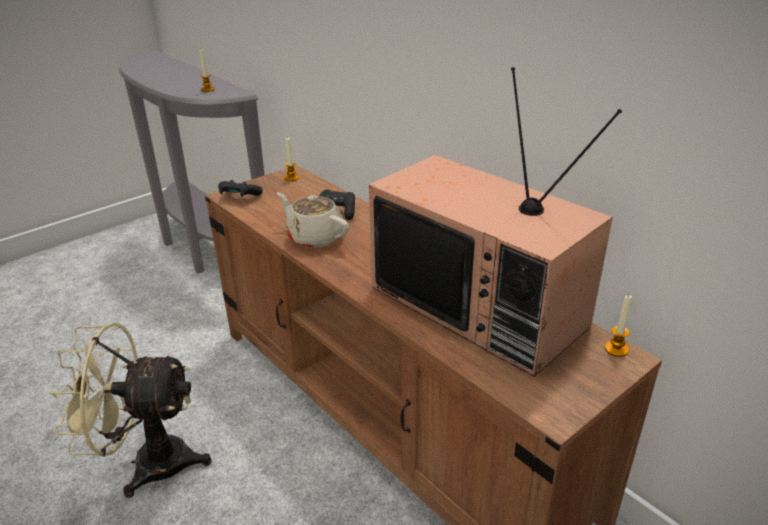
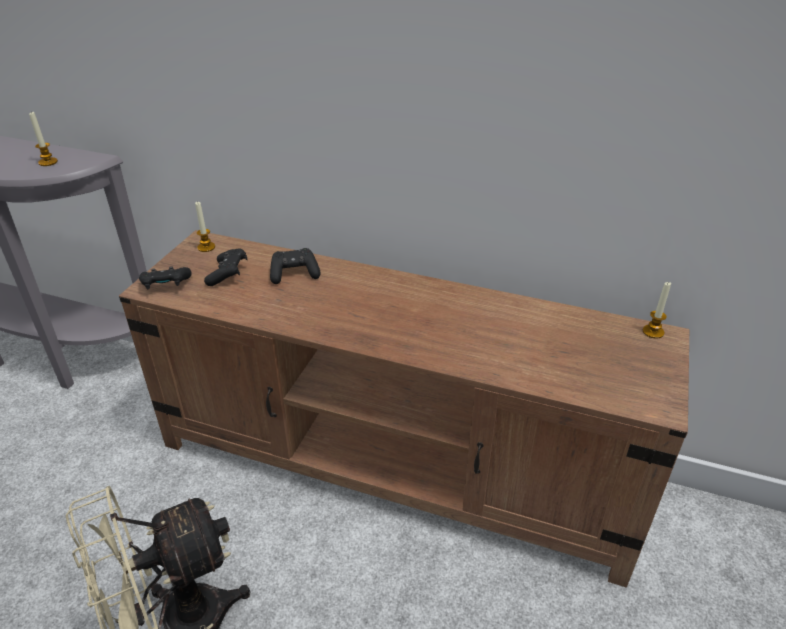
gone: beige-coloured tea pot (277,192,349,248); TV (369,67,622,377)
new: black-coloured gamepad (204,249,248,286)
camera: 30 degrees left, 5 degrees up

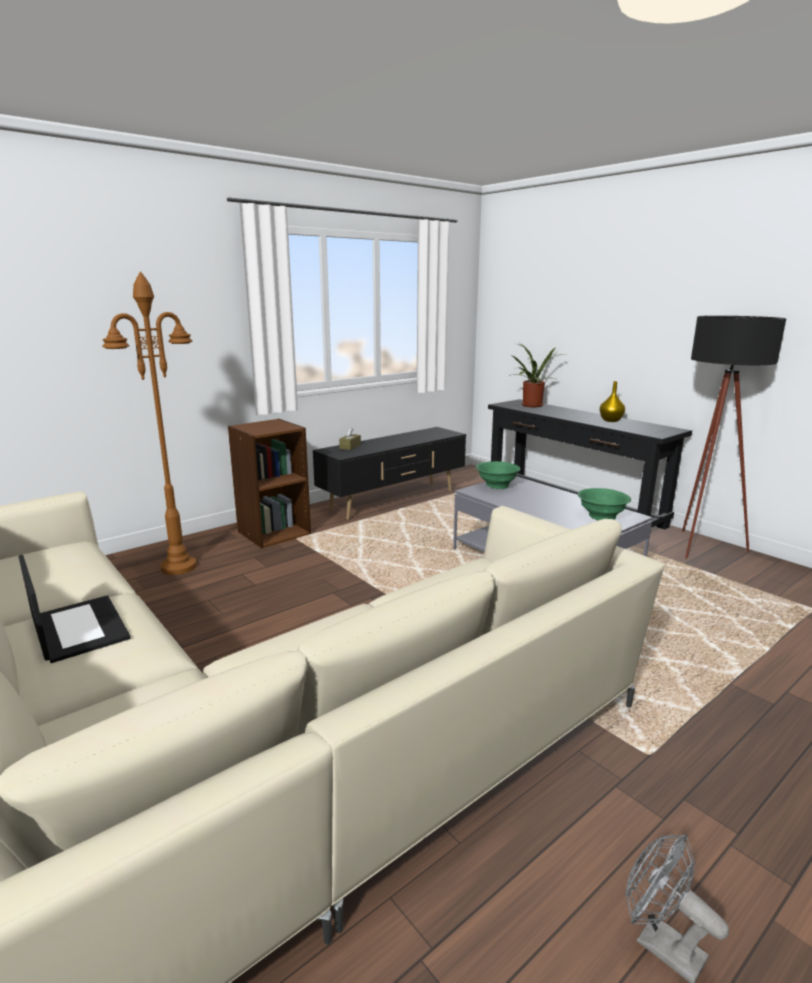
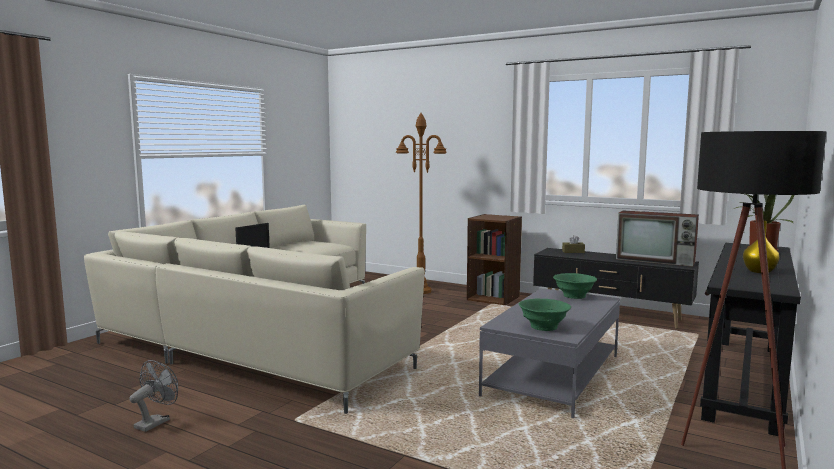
new: TV (616,210,699,267)
camera: 70 degrees right, 10 degrees down

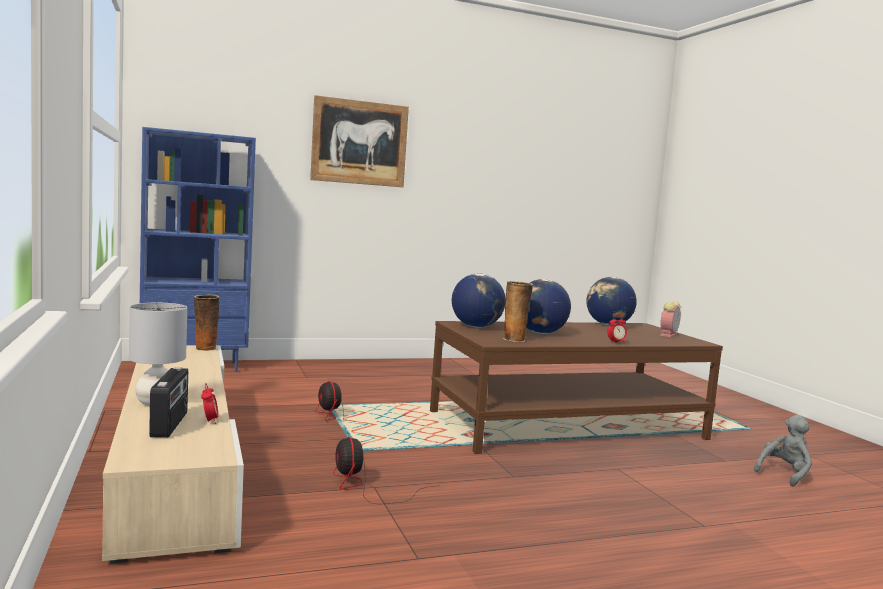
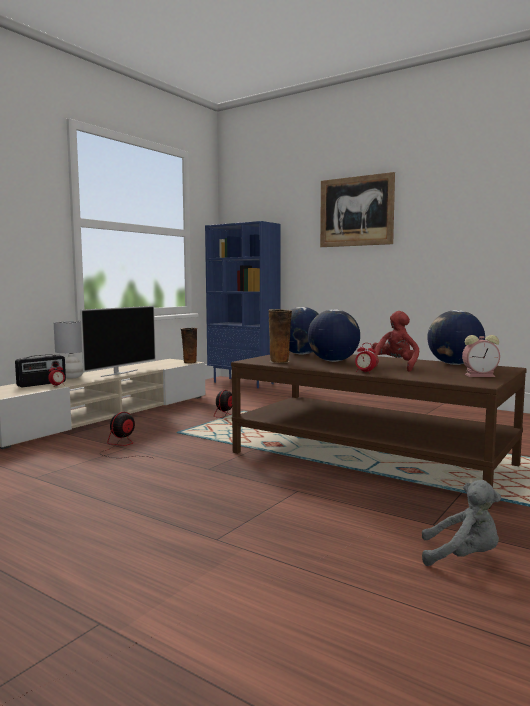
new: TV (80,306,156,377); red cuddly toy (372,311,419,372)
camera: 55 degrees right, 0 degrees up

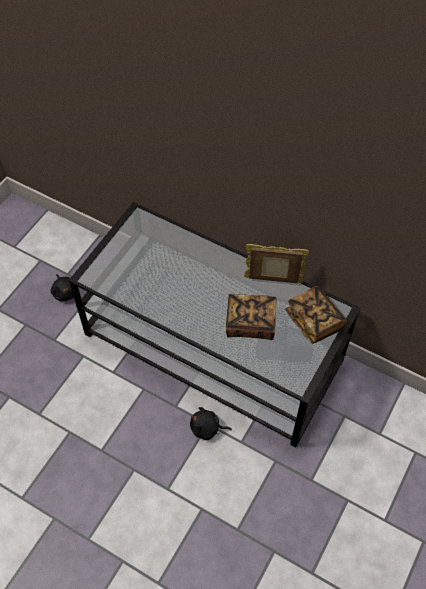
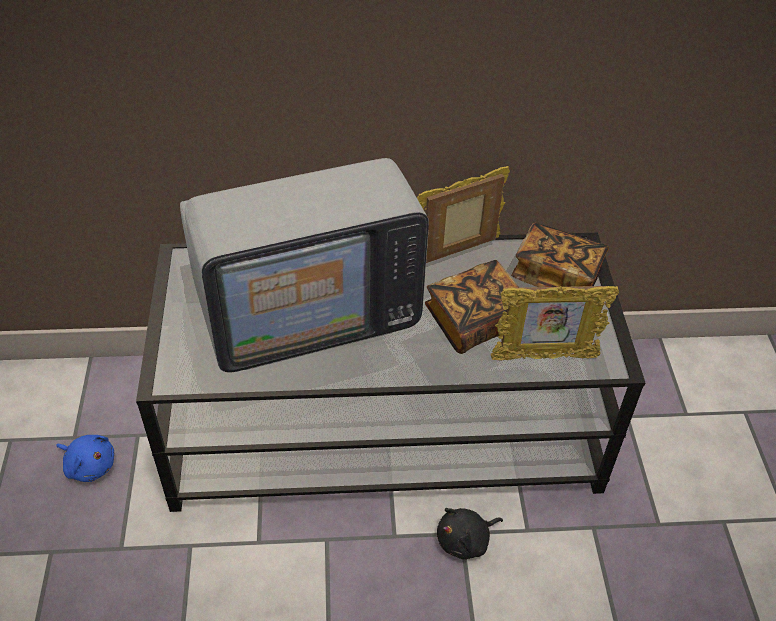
new: TV (180,158,429,373); standing frame (491,286,619,361)
repainted: black-coloured cuddly toy (50,274,74,301) to blue-coloured cuddly toy (56,435,114,482)
camera: 35 degrees left, 10 degrees down

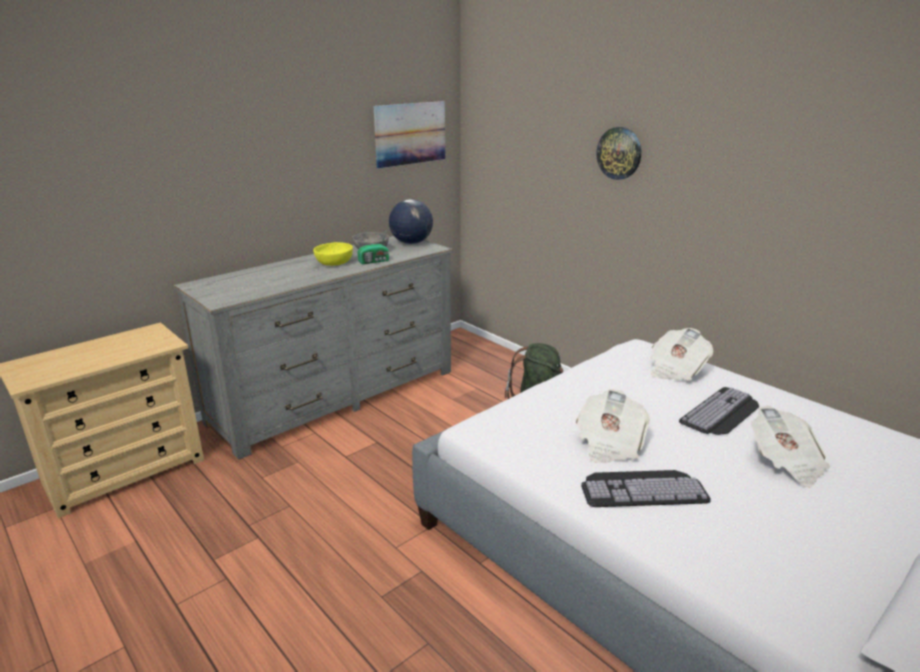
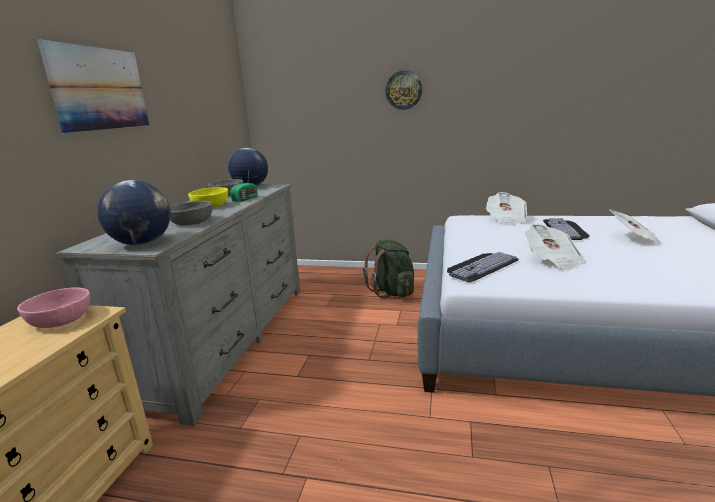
new: pinkish bowl (17,287,90,328); world globe (97,180,171,245); greyish bowl (170,201,213,226)
shifted: wall art (374,101,445,169) to (37,40,149,133); keyboard (581,470,711,507) to (447,252,519,282)
camera: 35 degrees left, 5 degrees down

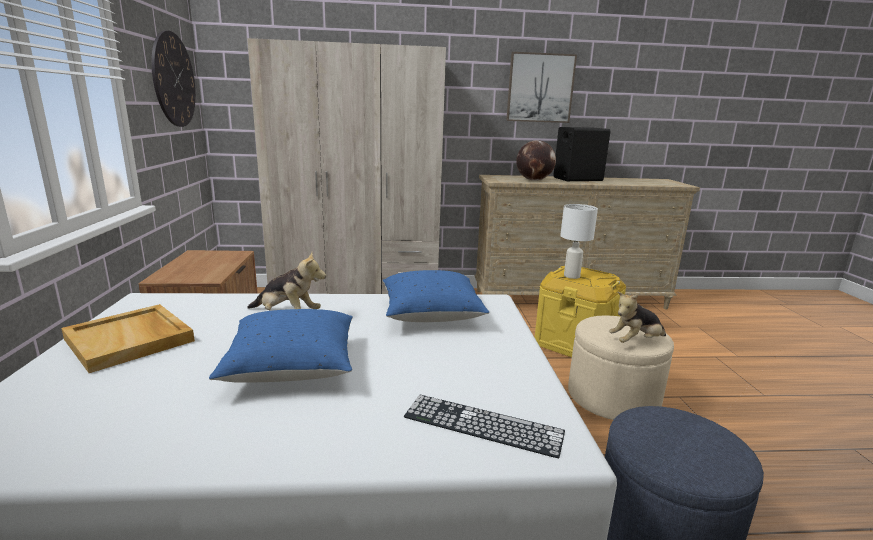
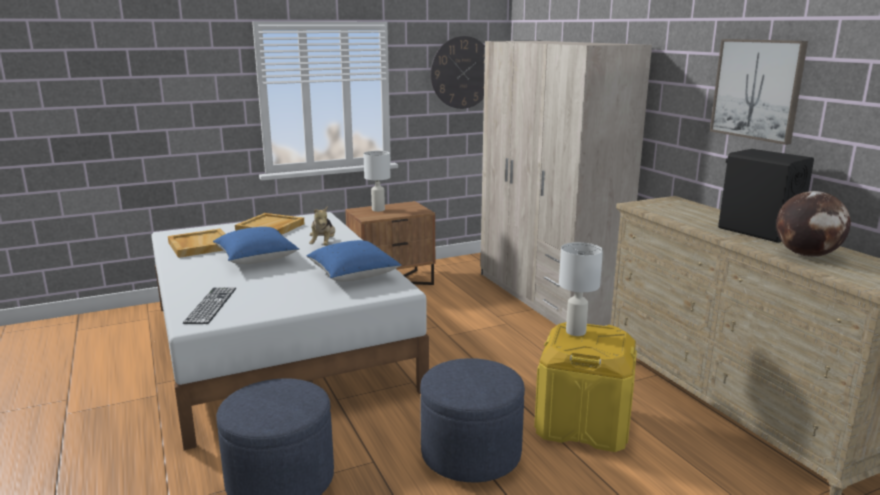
gone: cuddly toy (609,292,666,343)
new: beige-coloured tray (168,228,226,258); whitish table lamp (363,151,391,212)
shifted: world globe (516,140,556,181) to (776,191,851,257)
repainted: beige-coloured footrest (568,315,674,420) to blue-coloured footrest (420,358,525,483)
camera: 70 degrees right, 0 degrees up

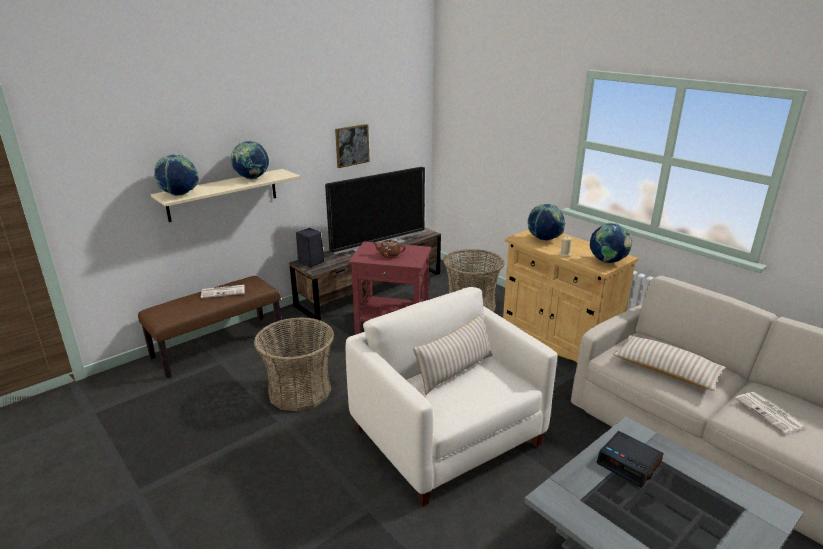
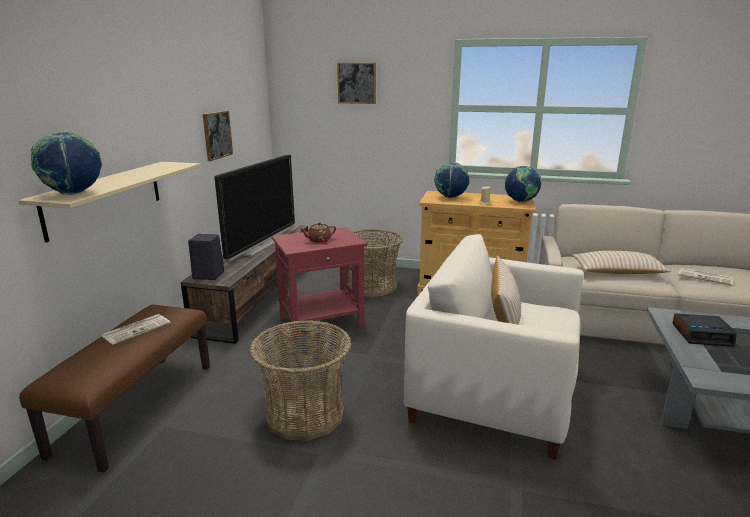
gone: world globe (230,141,269,180)
new: wall art (337,63,376,104)
camera: 35 degrees left, 5 degrees down

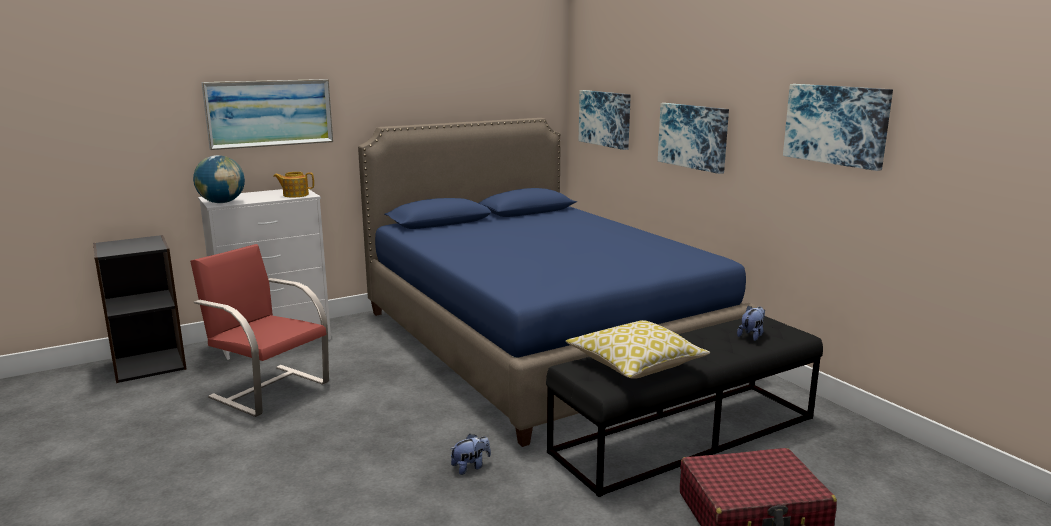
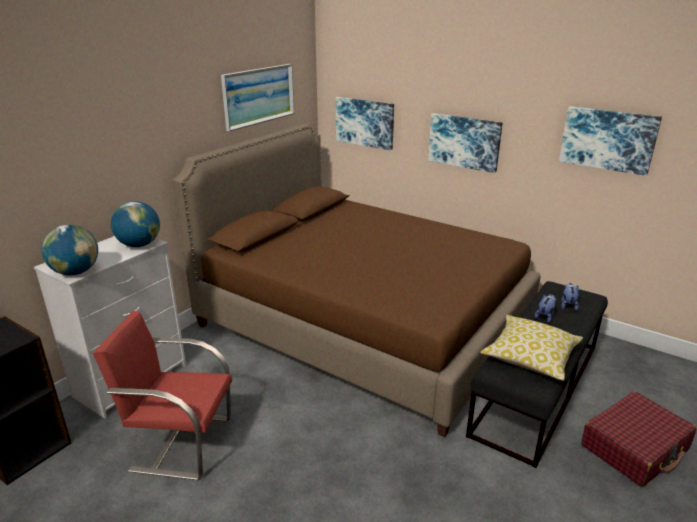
shifted: wall art (201,79,333,150) to (221,64,294,131); cuddly toy (450,434,491,475) to (535,294,556,323)
swapped: tea pot (273,172,314,197) to world globe (111,201,160,247)
repainted: blue-coloured bed (358,118,758,447) to brownish bed (173,124,540,437)
camera: 25 degrees left, 10 degrees up

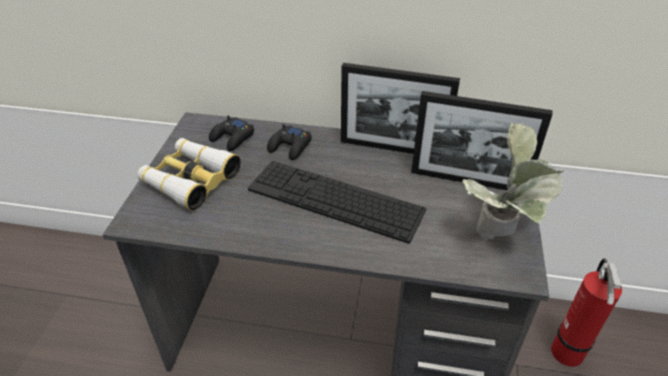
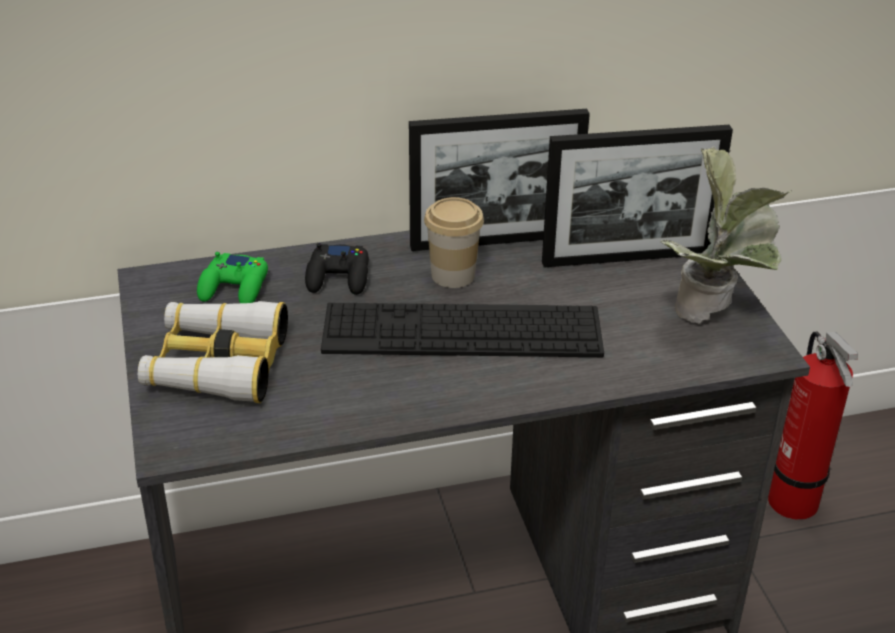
new: cup (424,197,484,288)
repainted: black-coloured gamepad (209,116,254,151) to green-coloured gamepad (197,252,268,303)
camera: 25 degrees left, 5 degrees down

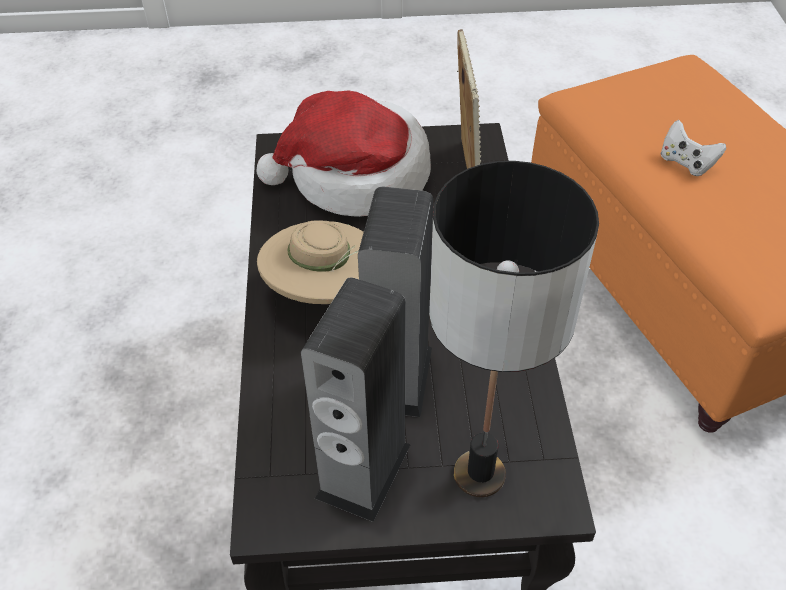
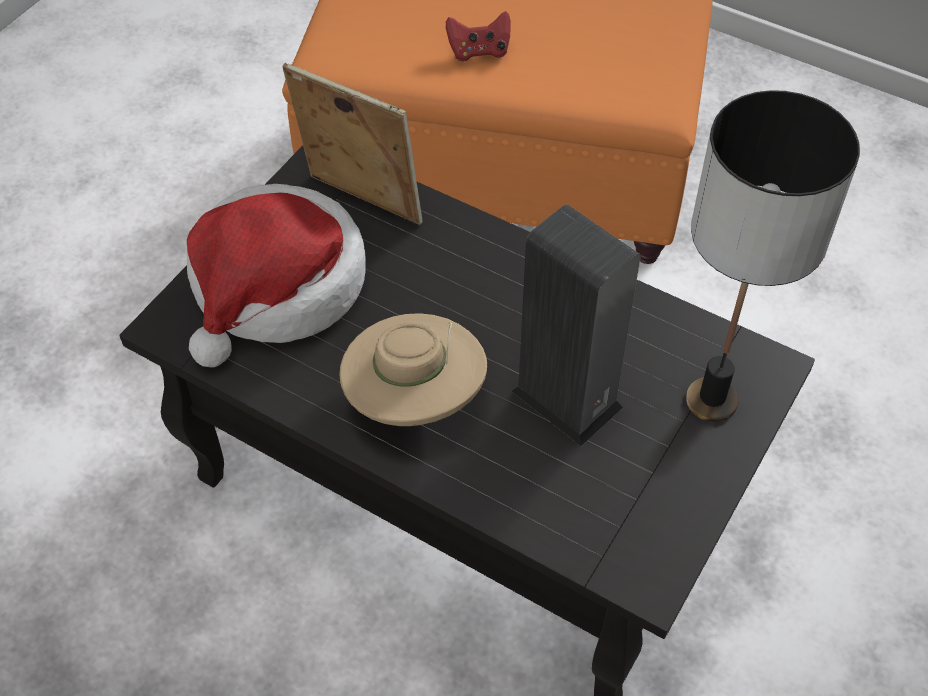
gone: loudspeaker (301,278,411,522)
repainted: whitish gamepad (661,120,726,176) to red gamepad (446,11,511,62)
camera: 55 degrees left, 5 degrees up

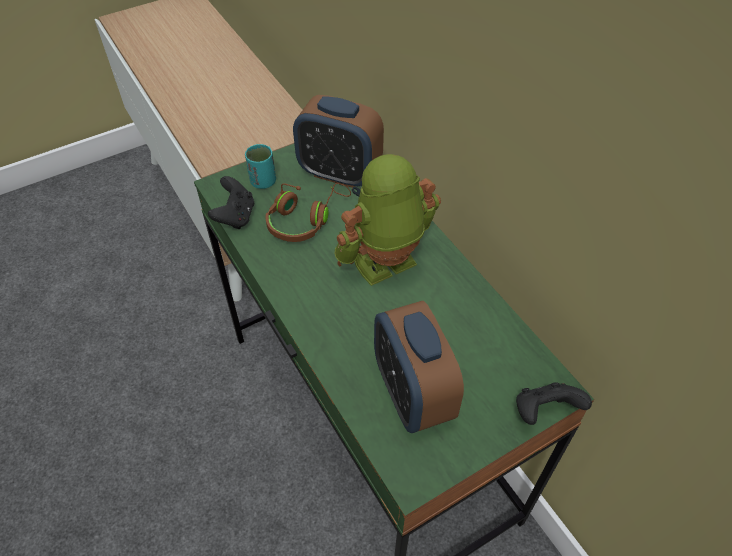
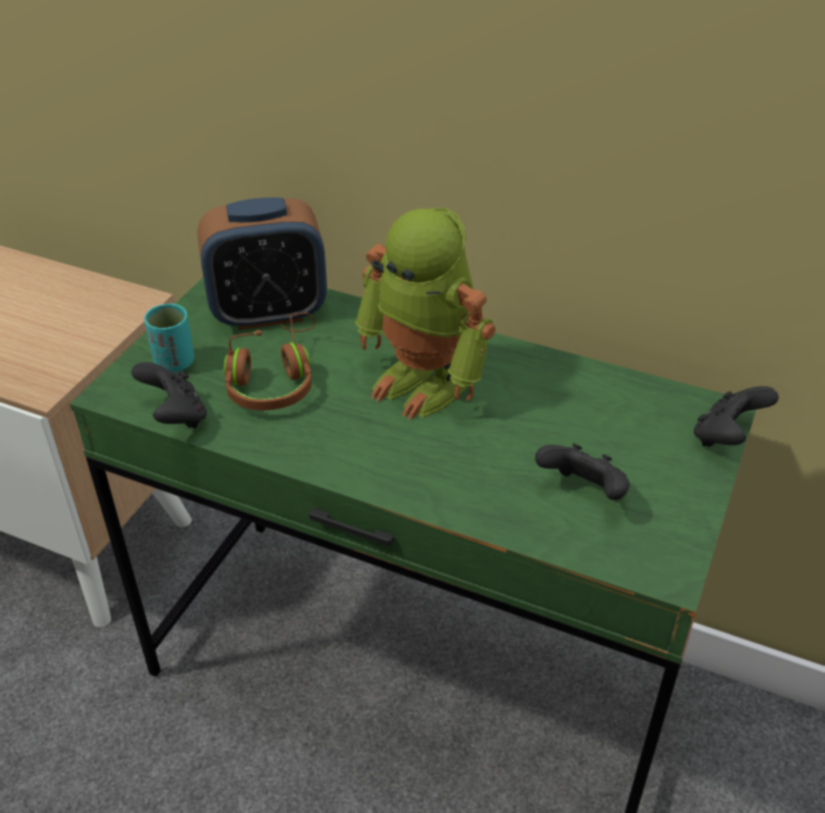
swapped: alarm clock (374,301,464,433) to black-coloured gamepad (535,443,630,500)
rotated: robot figure (334,154,441,286) = (355,208,496,420) 75 degrees counterclockwise
camera: 35 degrees left, 10 degrees down

